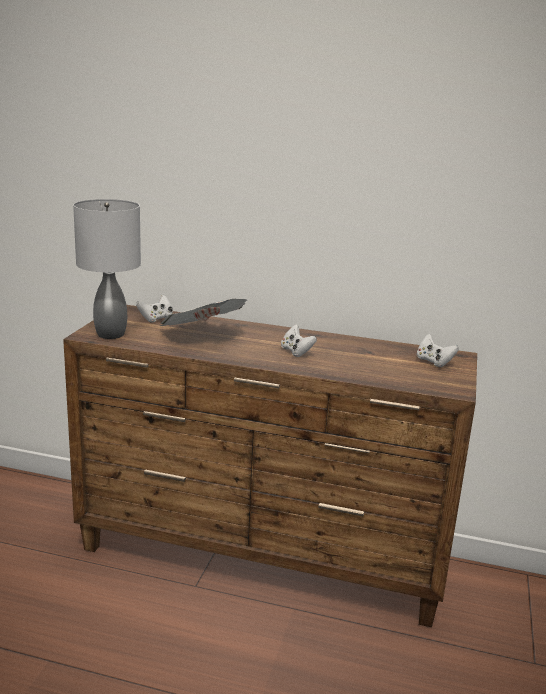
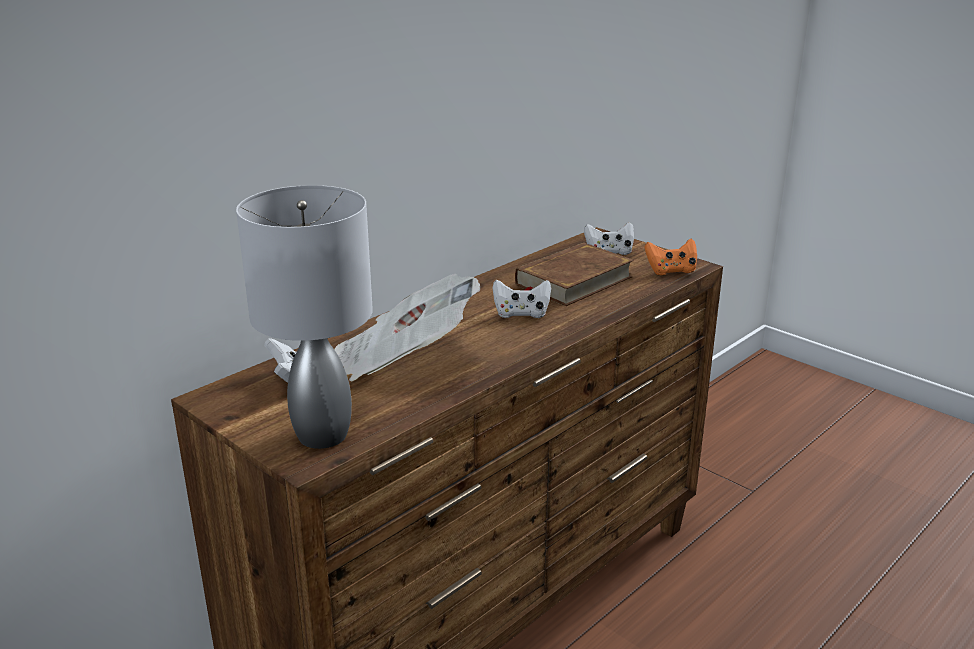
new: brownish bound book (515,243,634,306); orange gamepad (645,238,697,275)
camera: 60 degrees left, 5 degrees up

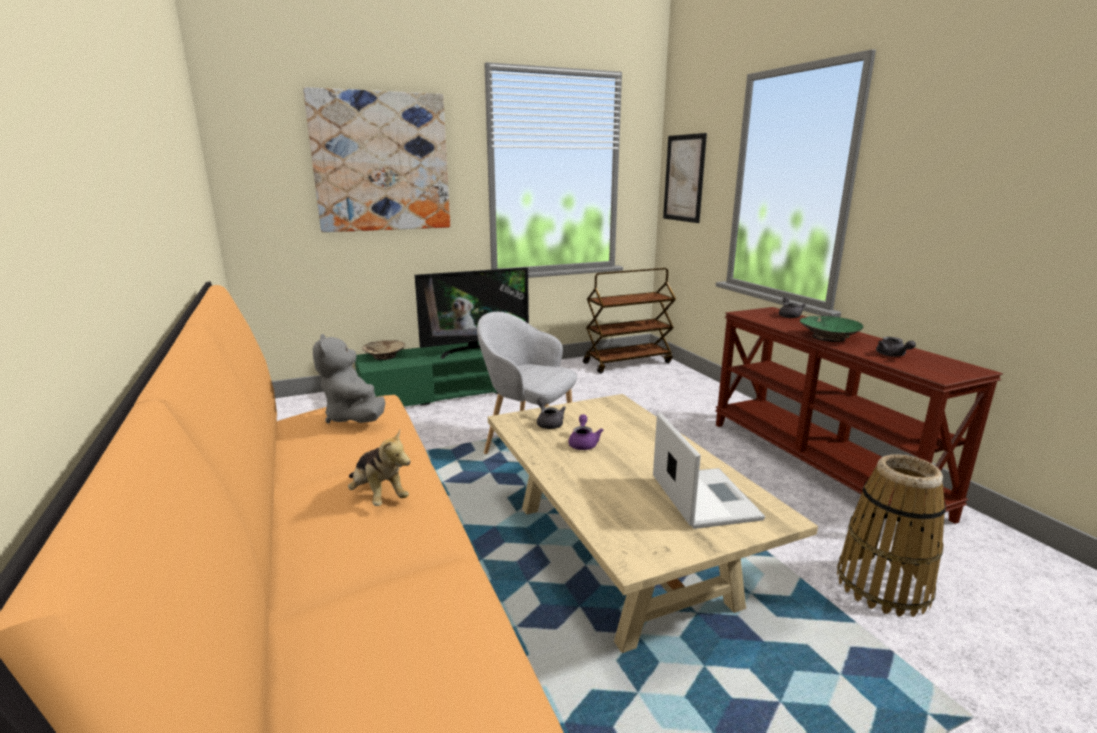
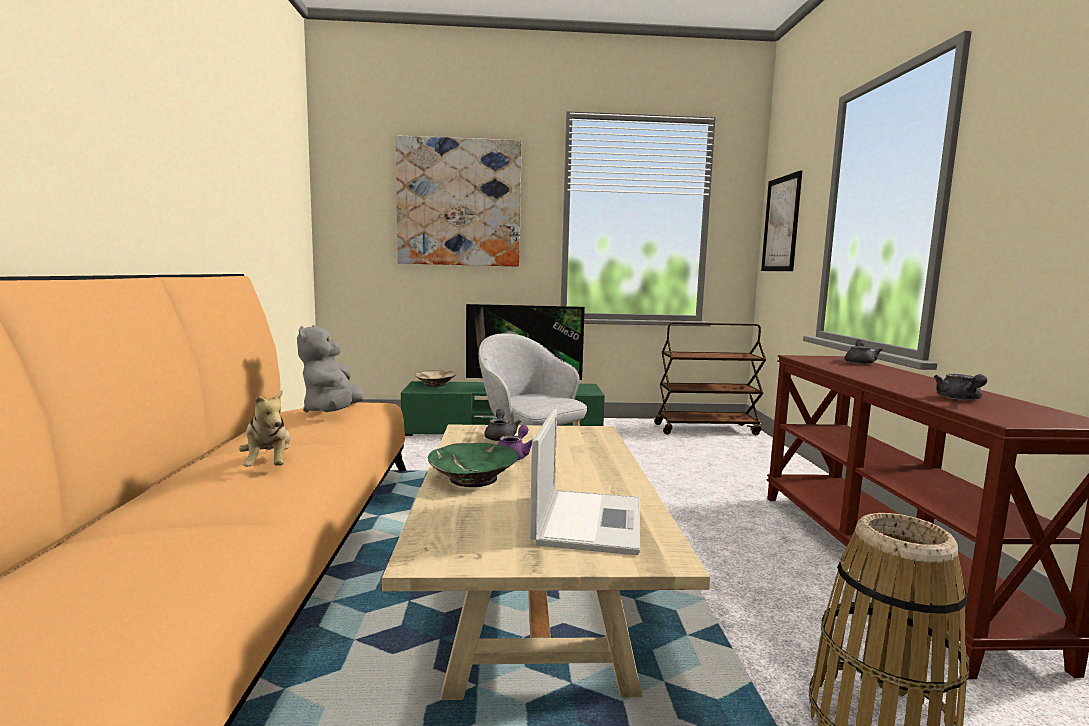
shifted: green-coloured bowl (800,316,864,342) to (428,443,519,487)
camera: 20 degrees right, 10 degrees down

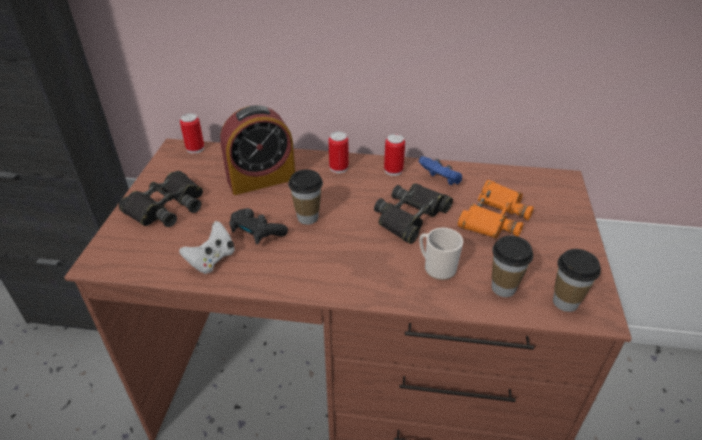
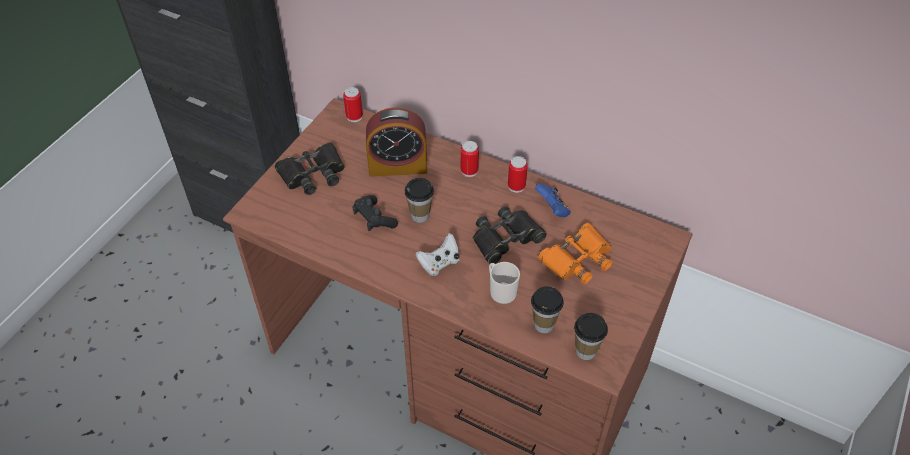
shifted: whitish gamepad (179,221,235,274) to (416,233,460,276)
camera: 20 degrees right, 10 degrees up

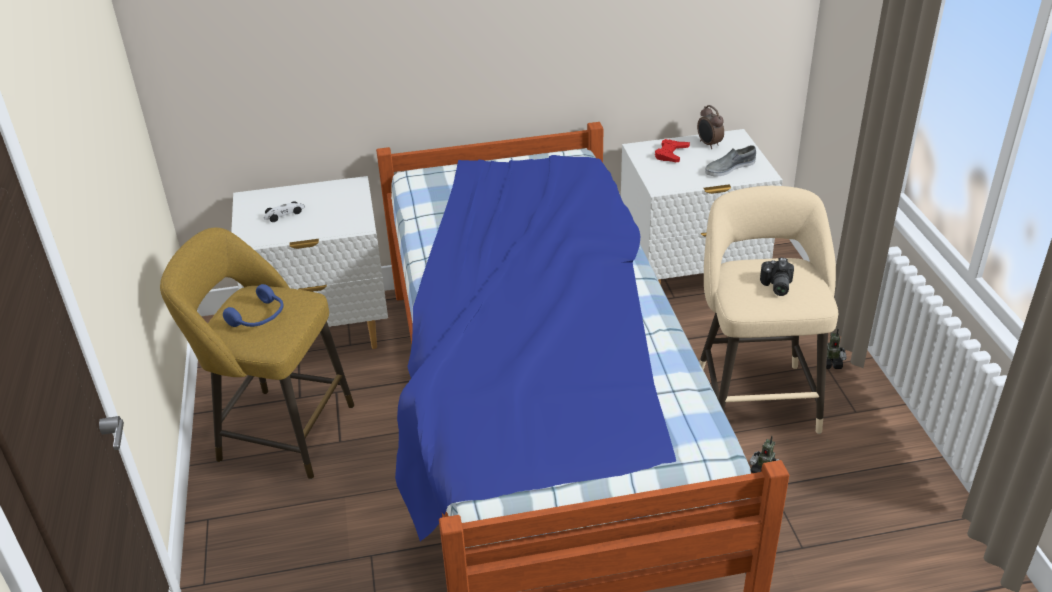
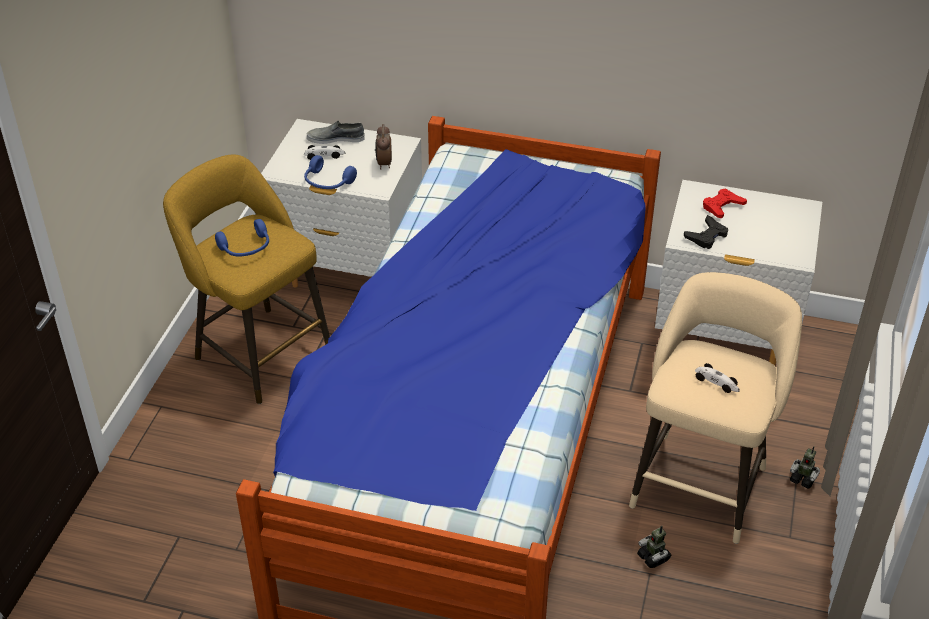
new: blue-coloured headset (304,155,357,189); black-coloured gamepad (684,215,728,249)
shifted: alarm clock (697,105,724,149) to (375,124,392,170); greyish low shoe (705,145,756,176) to (307,121,365,144)
swapped: photo camera (760,258,794,296) to toy car (695,363,740,393)
camera: 25 degrees right, 5 degrees up

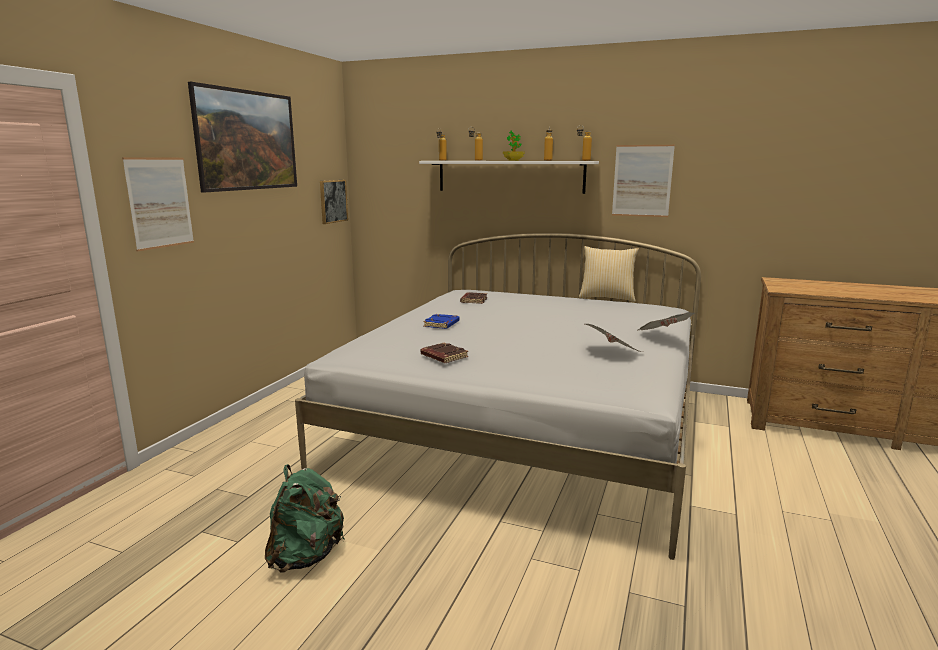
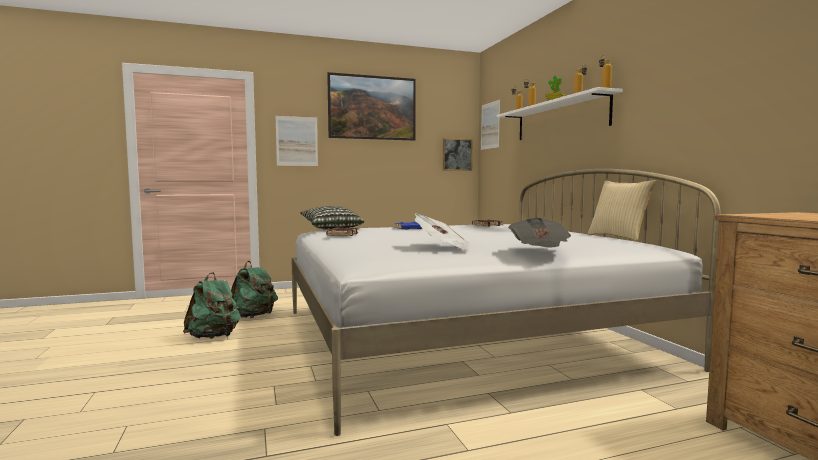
new: green-coloured rucksack (231,261,278,318); throw pillow (300,206,364,230)
shifted: wall art (612,145,675,217) to (481,98,500,151)
camera: 50 degrees right, 10 degrees down

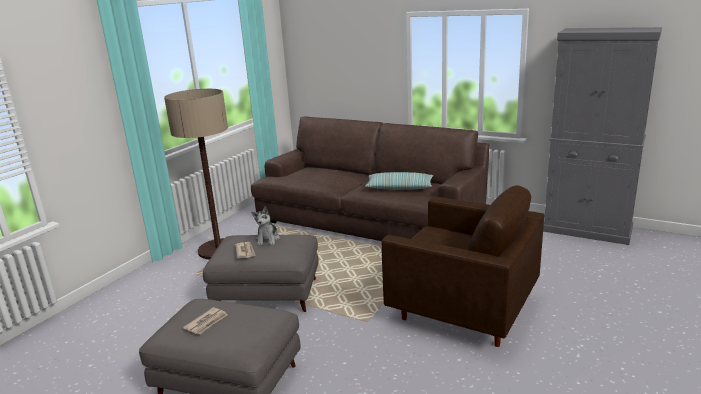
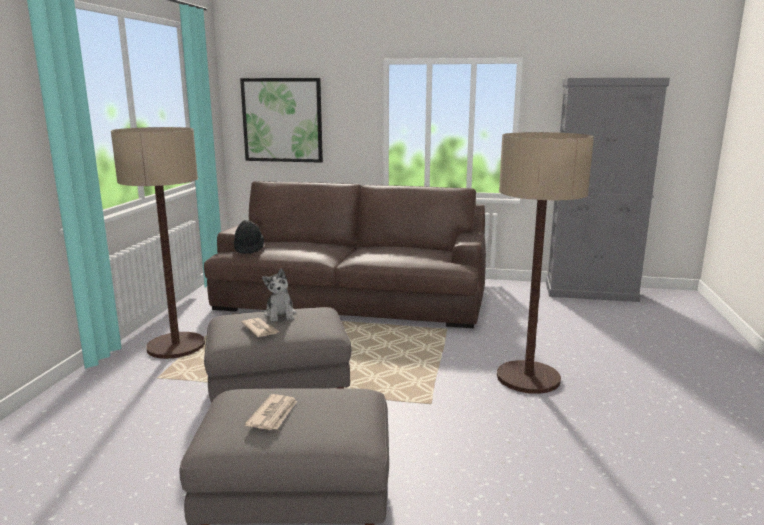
gone: throw pillow (365,172,433,190)
new: black-coloured clothing hat (234,220,264,254); wall art (240,78,323,163)
swapped: brownish easy chair (381,185,545,347) to floor lamp (497,132,594,394)
camera: 20 degrees left, 5 degrees down

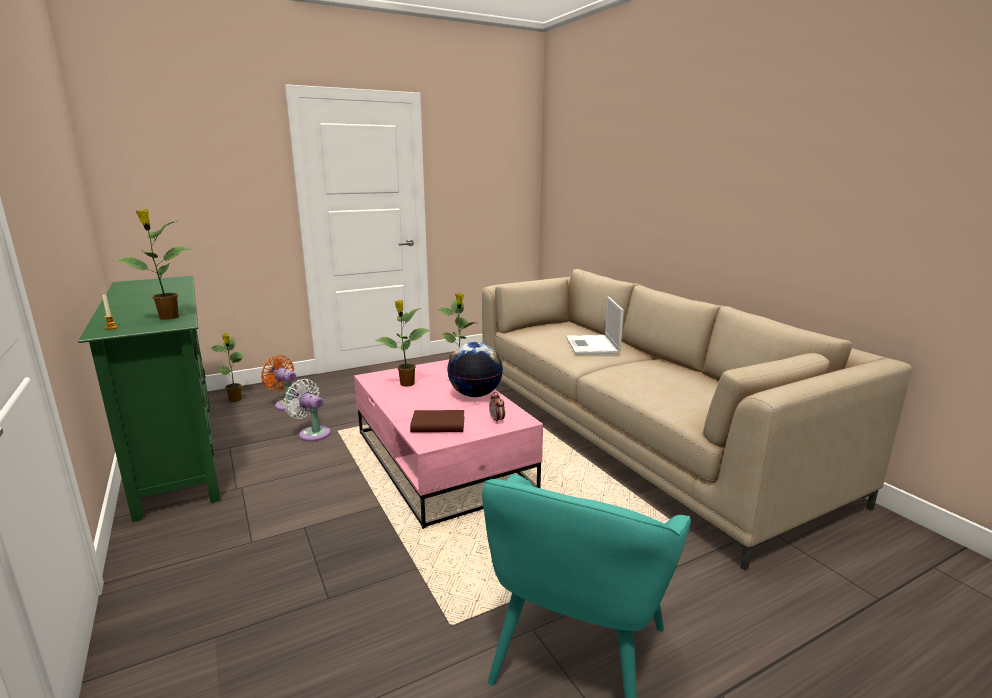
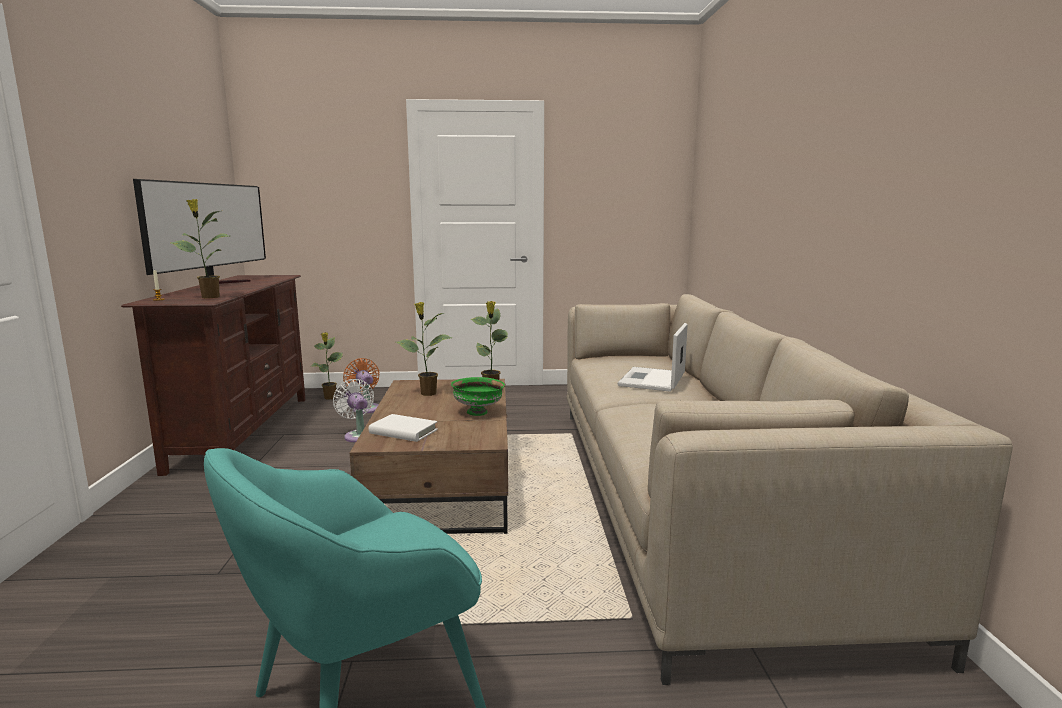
gone: alarm clock (489,392,505,424)
new: TV (133,179,266,284)
swapped: world globe (447,342,503,397) to green-coloured bowl (451,377,505,416)
repainted: green-coloured tv unit (78,276,221,522) to brownish tv unit (121,275,305,476); pinkish coffee table (354,359,543,529) to brownish coffee table (350,379,508,534); brownish bound book (410,410,464,433) to whitish bound book (369,414,438,442)
camera: 25 degrees right, 5 degrees down

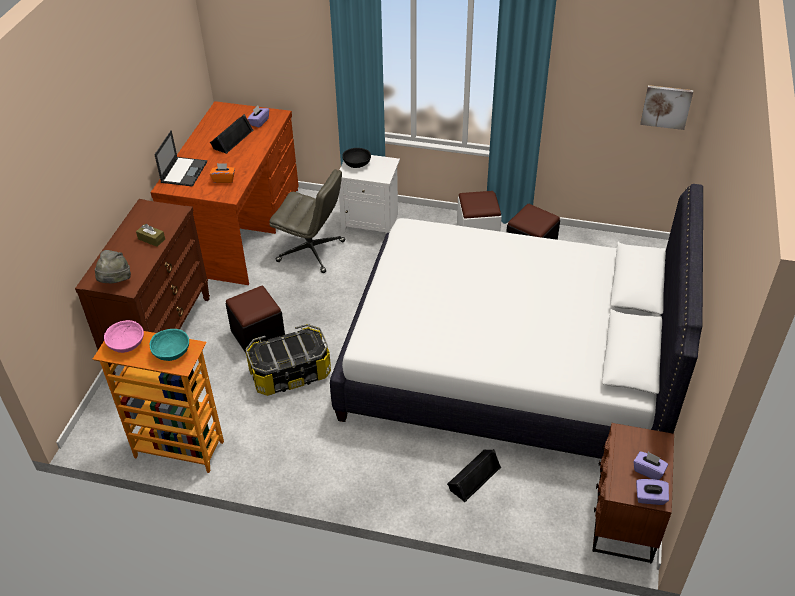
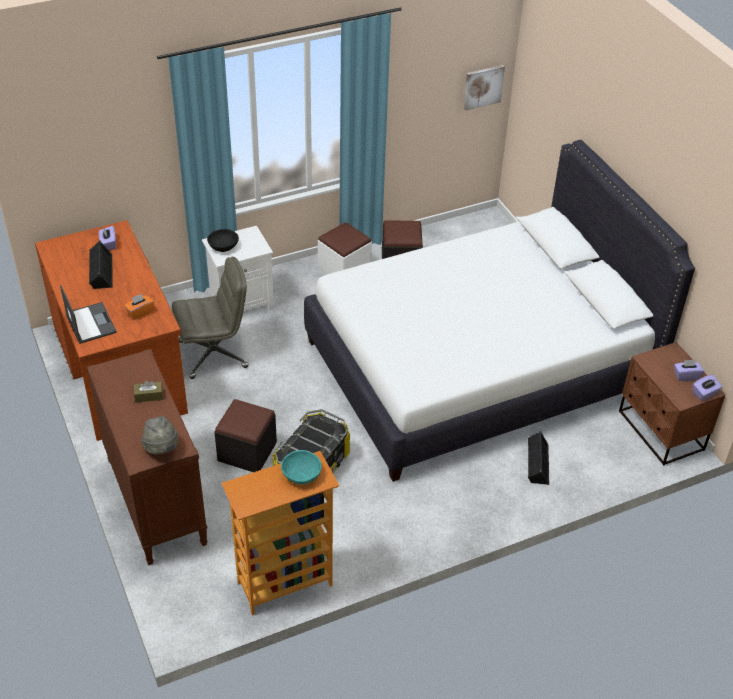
gone: pinkish bowl (104,320,144,353)
camera: 40 degrees left, 0 degrees up

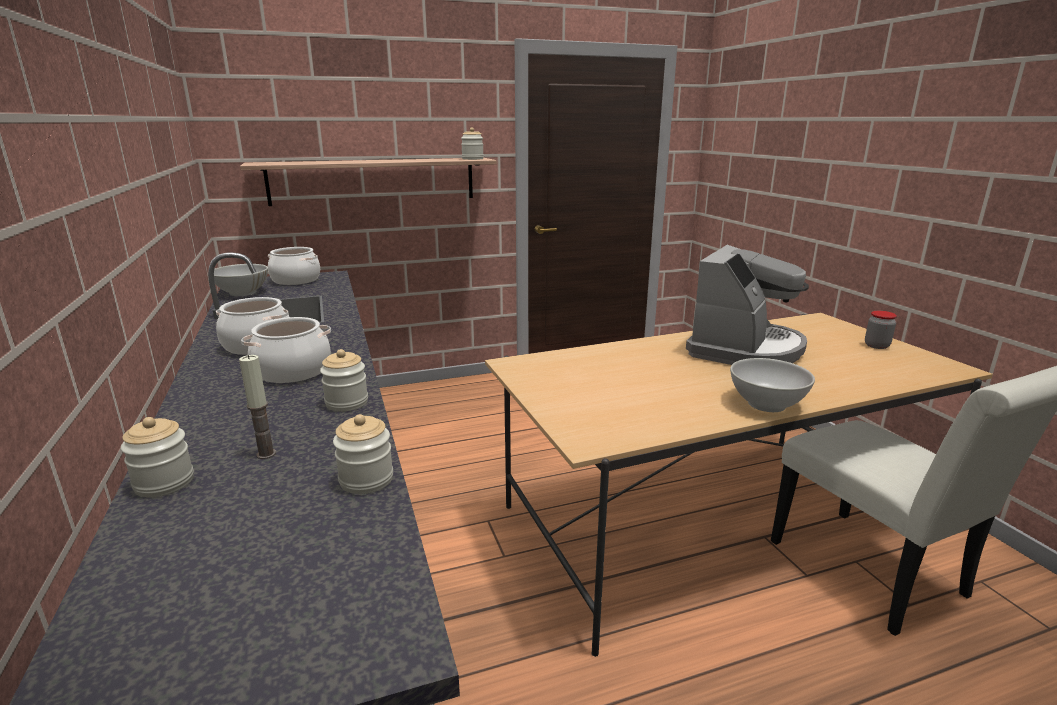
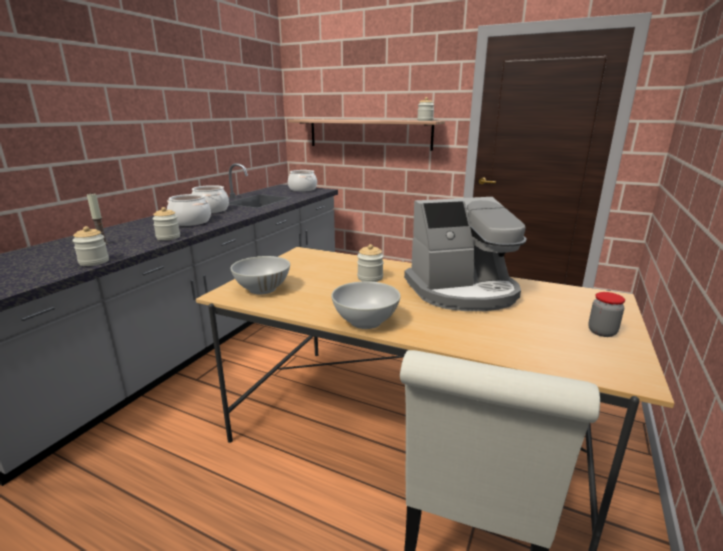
shifted: jar (121,417,194,498) to (357,244,384,282); whitish bowl (214,264,268,296) to (230,256,290,294)
camera: 45 degrees right, 0 degrees up

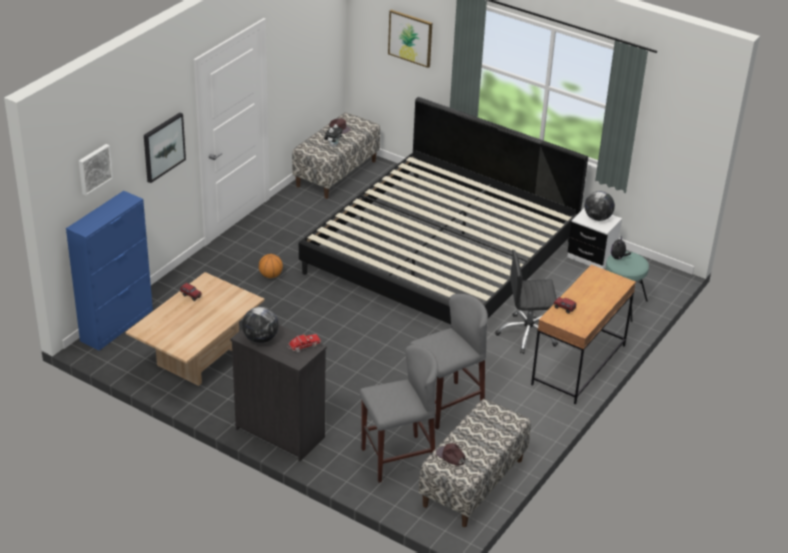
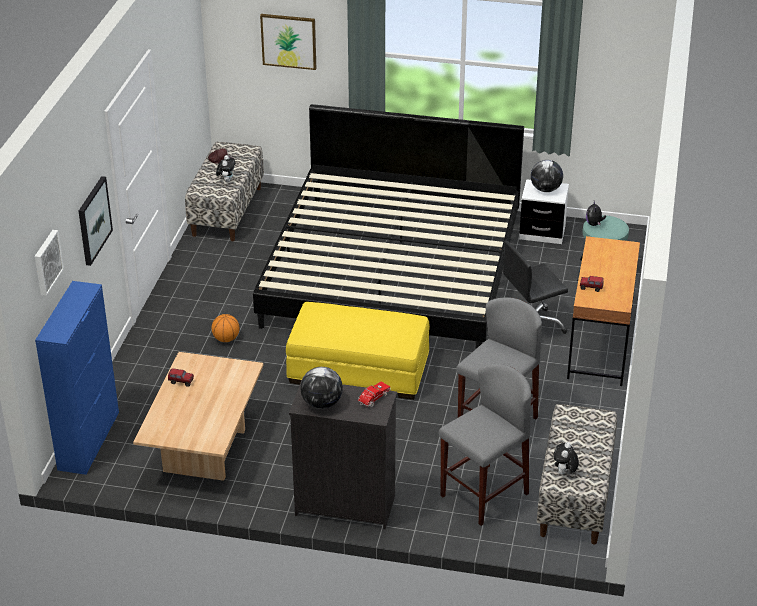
new: yellowish footrest (286,302,430,400)
swapped: brownish baseball cap (436,443,465,466) to cuddly toy (554,442,579,475)
camera: 20 degrees left, 0 degrees up

